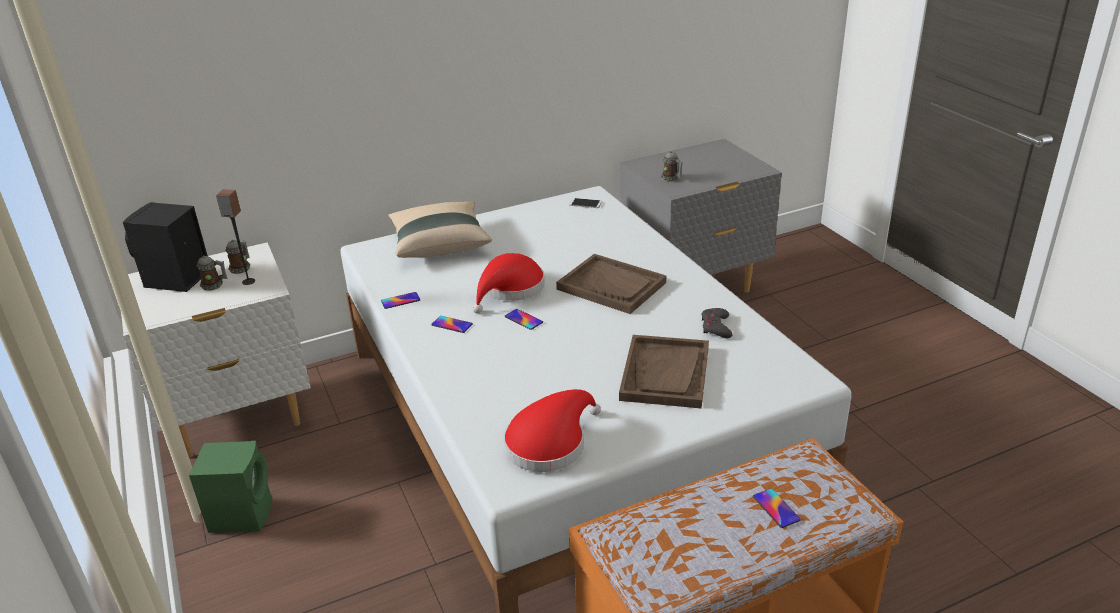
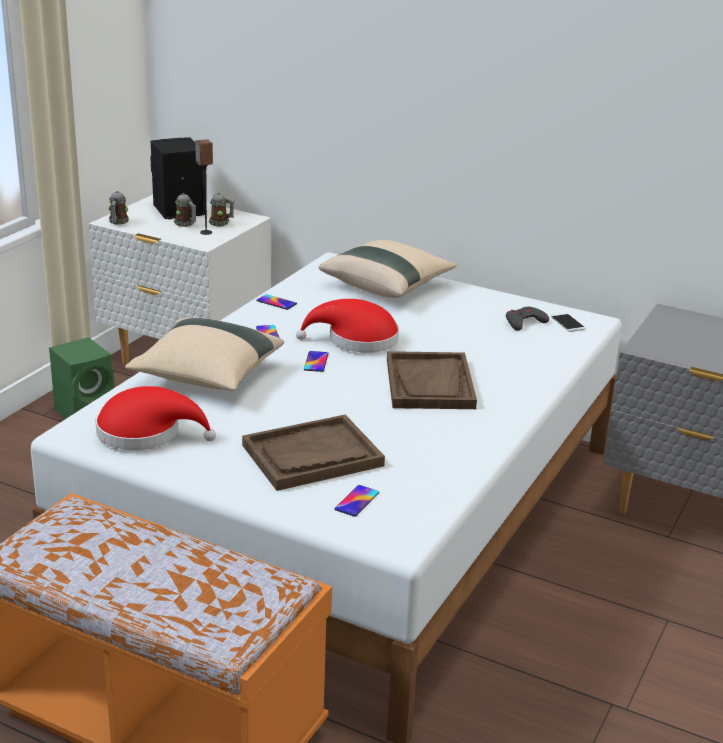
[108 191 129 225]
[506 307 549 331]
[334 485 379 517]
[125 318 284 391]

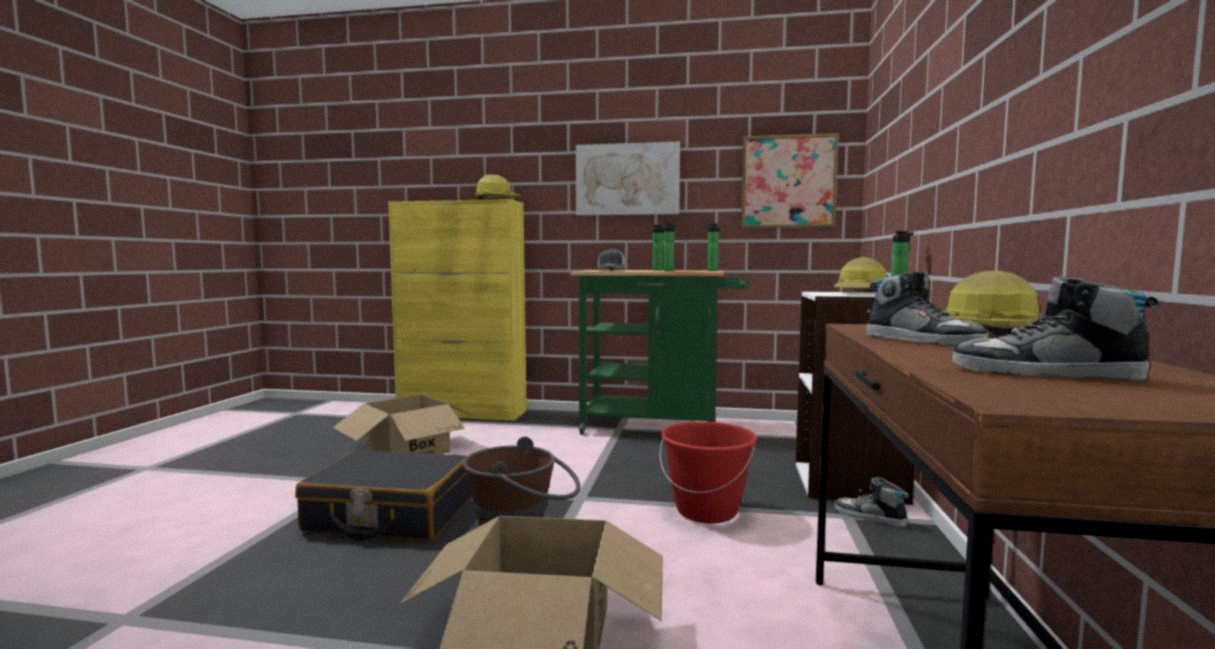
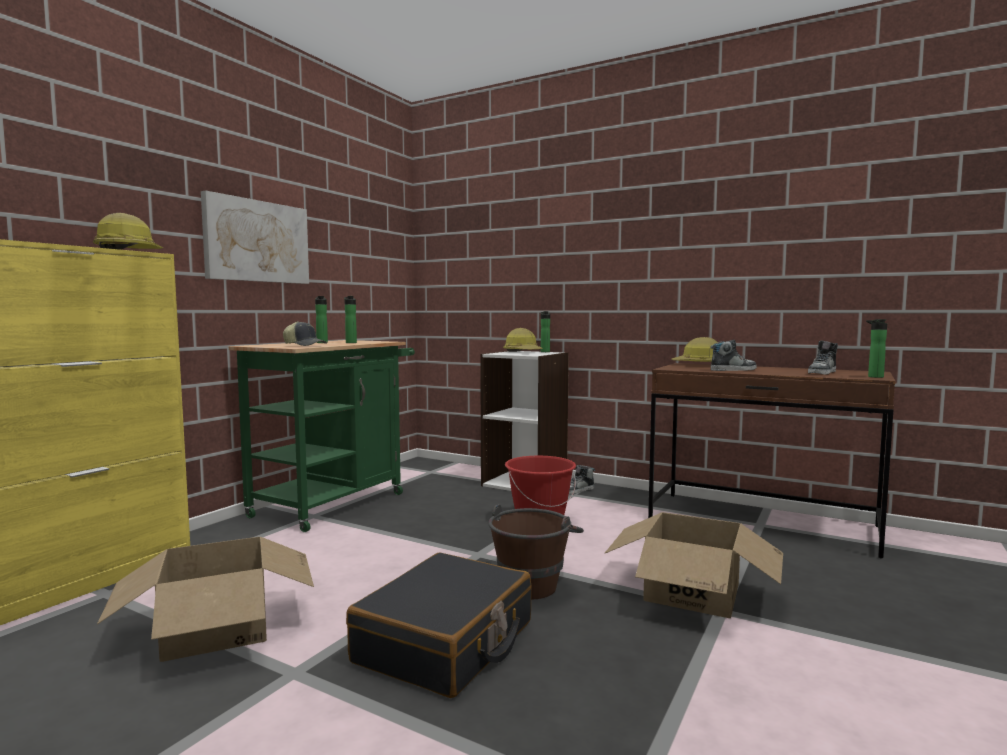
[866 319 887 378]
[741 133 839 228] (first image)

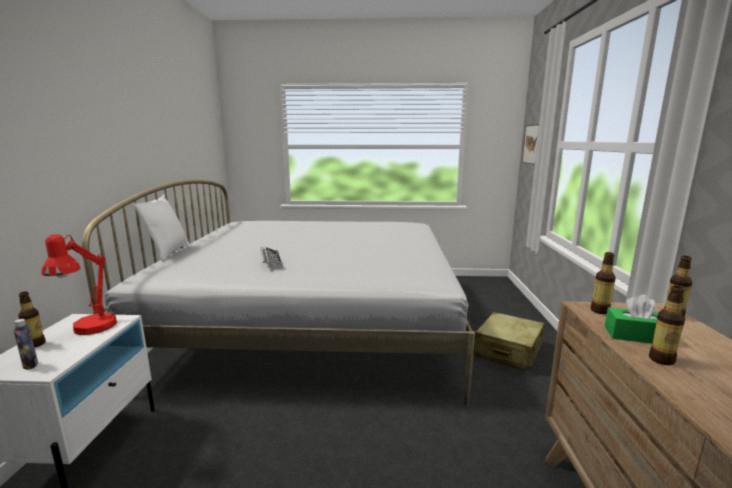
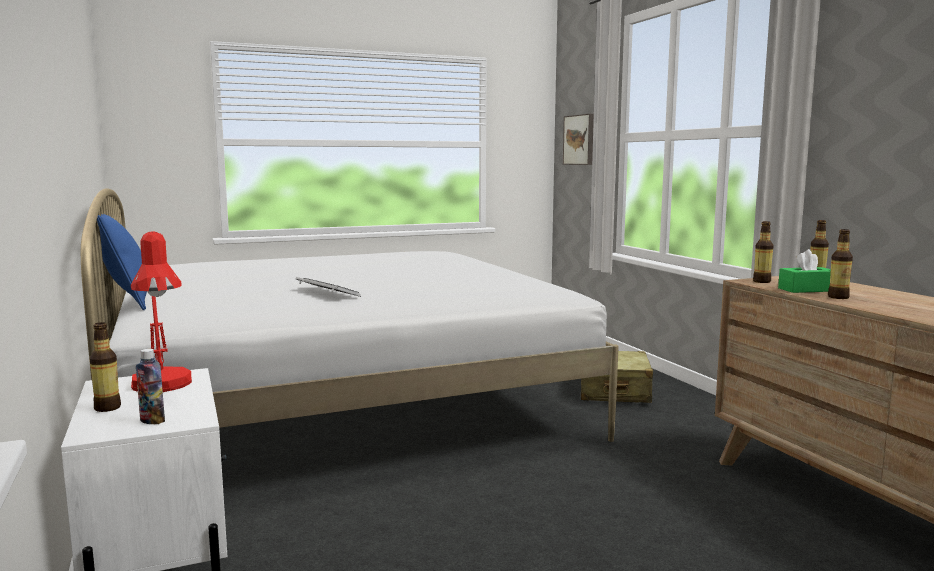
[97 213 147 310]

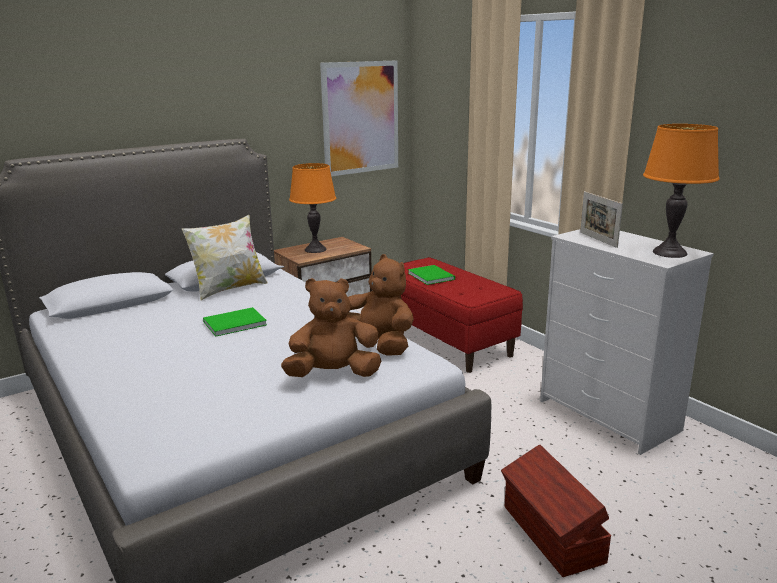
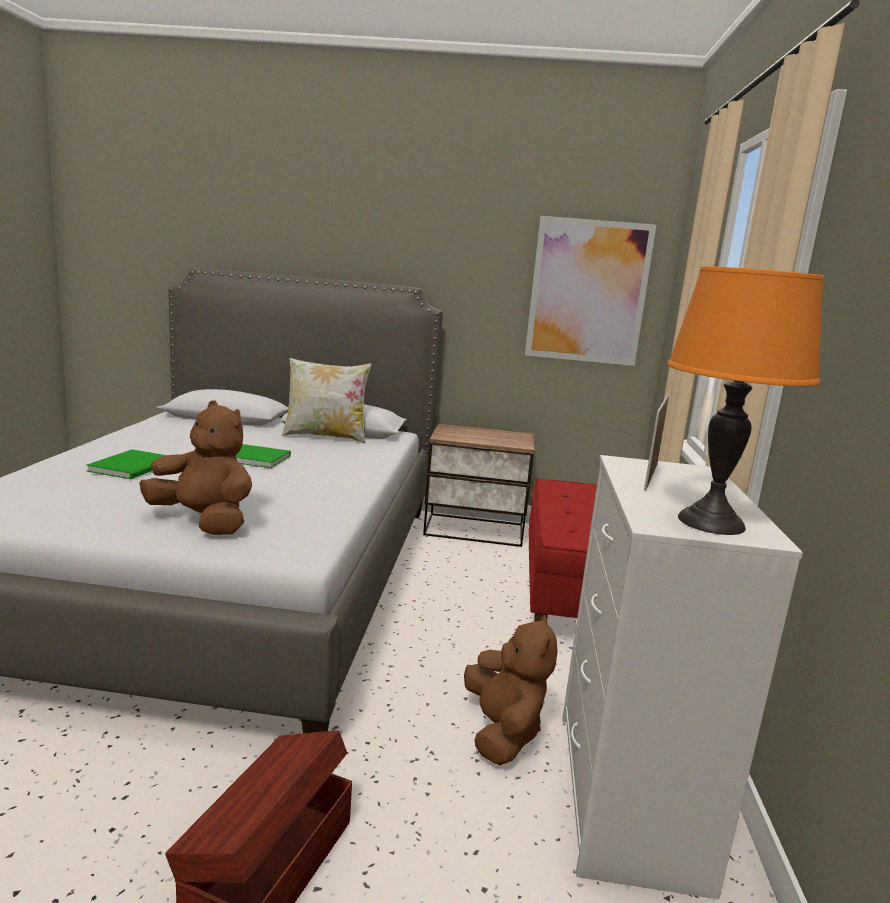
[289 163 336 253] (first image)
[464 614 558 765]
[87 449 167 479]

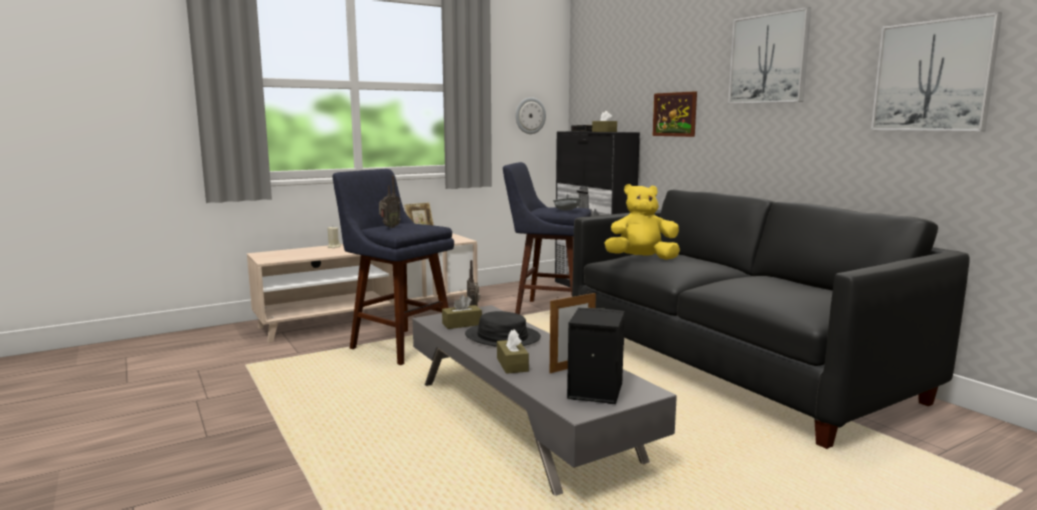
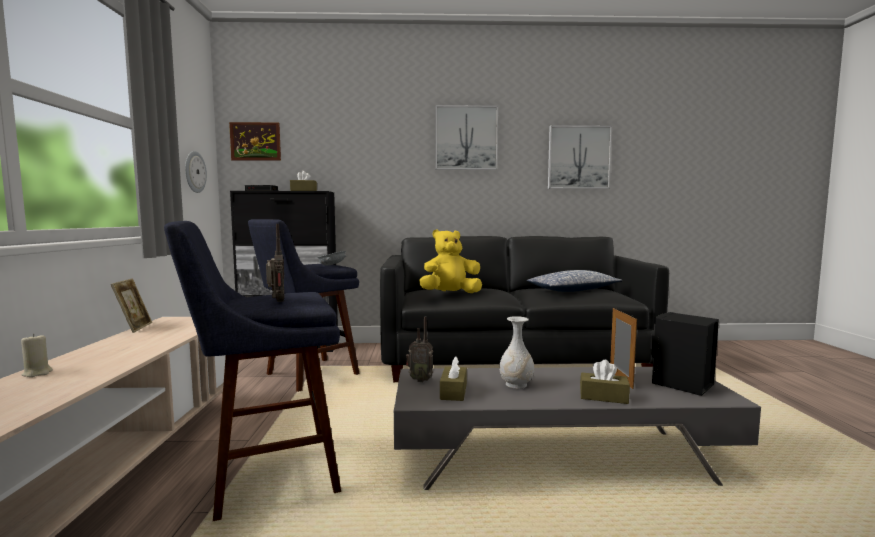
[499 316 534 389]
[419 230 482 293]
[229 122 281 161]
[527 270 622 292]

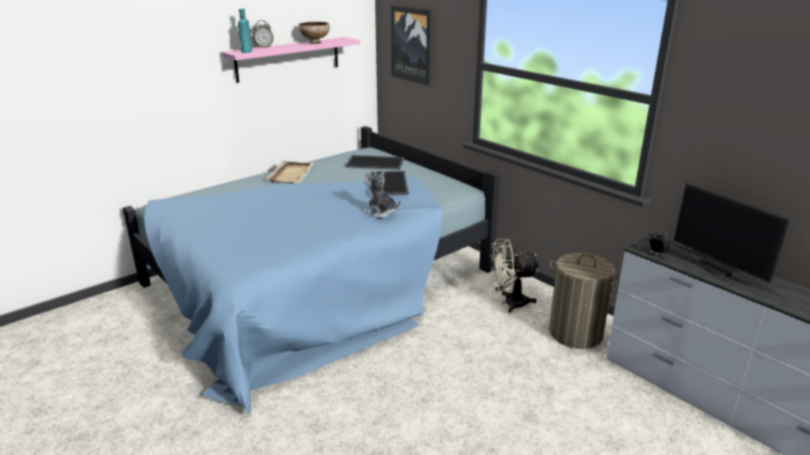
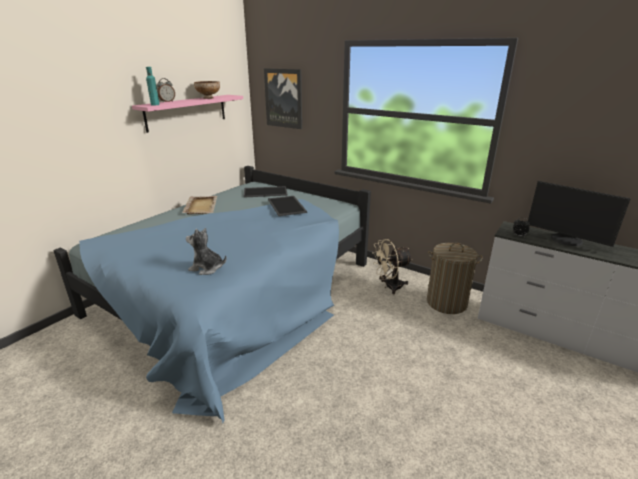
[186 228 226 275]

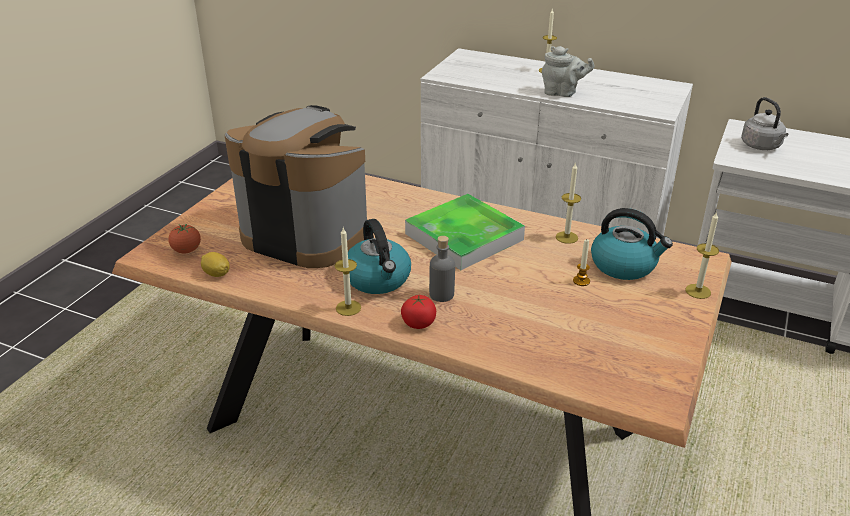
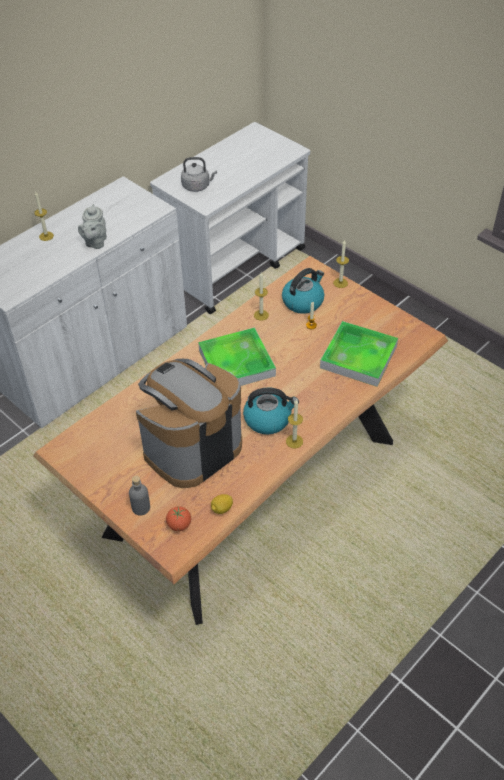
[401 295 436 329] (first image)
[129 476 150 515]
[78 204 107 249]
[320 321 398 387]

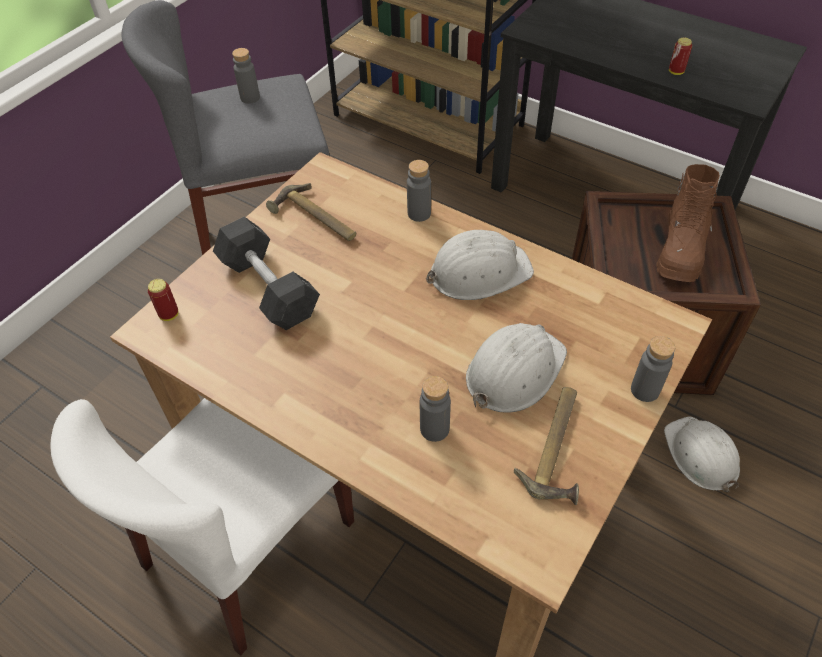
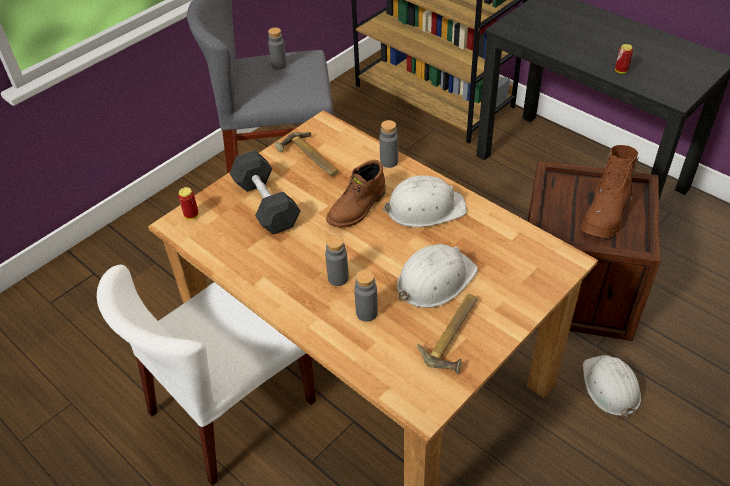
[325 235 349 286]
[326 160 386 228]

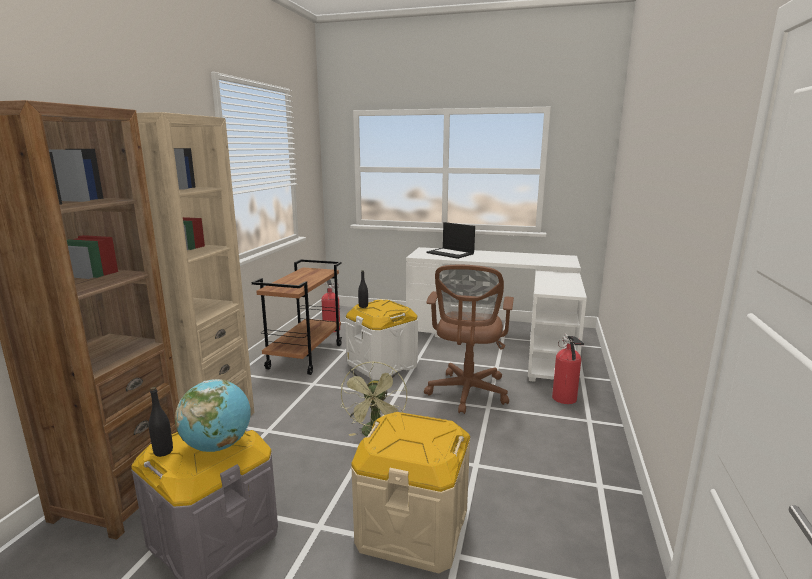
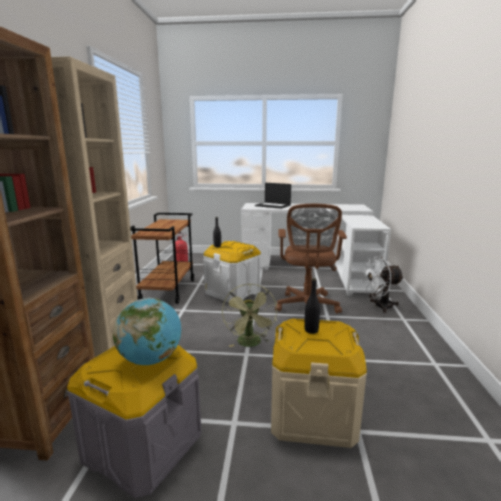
[304 278 320 334]
[361 256 404 313]

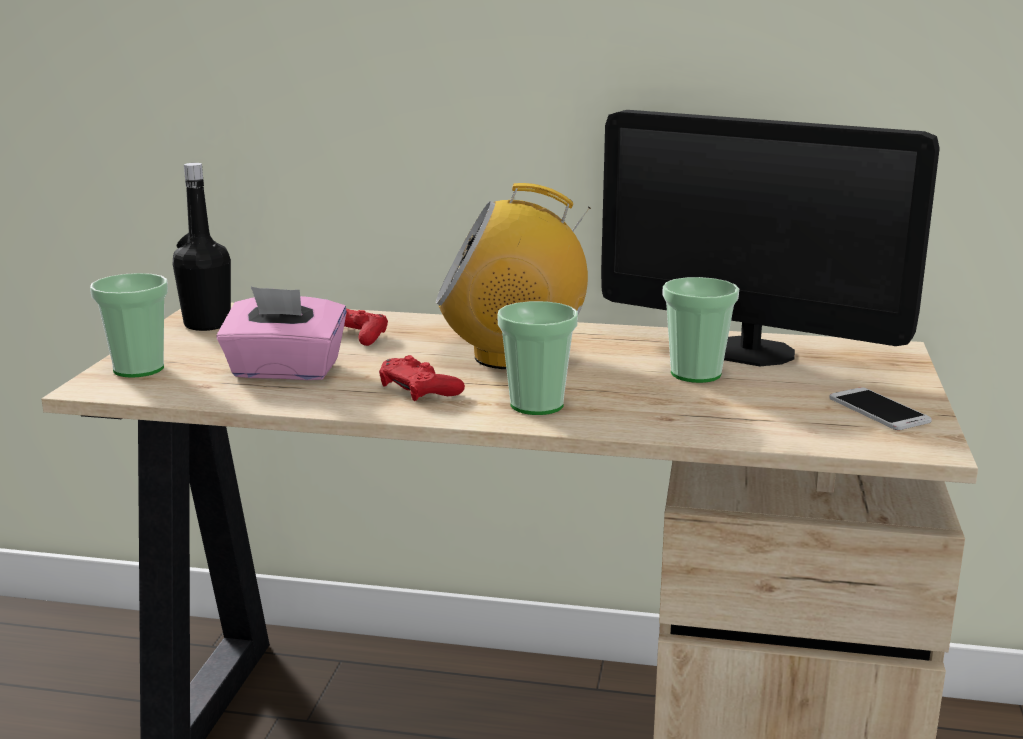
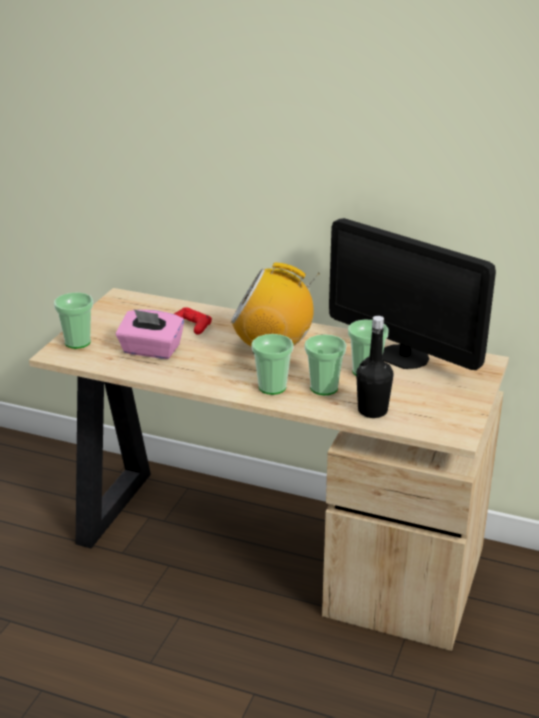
[356 316 394 418]
[379 355 465 401] (first image)
[829 387 932 430] (first image)
[305 334 346 395]

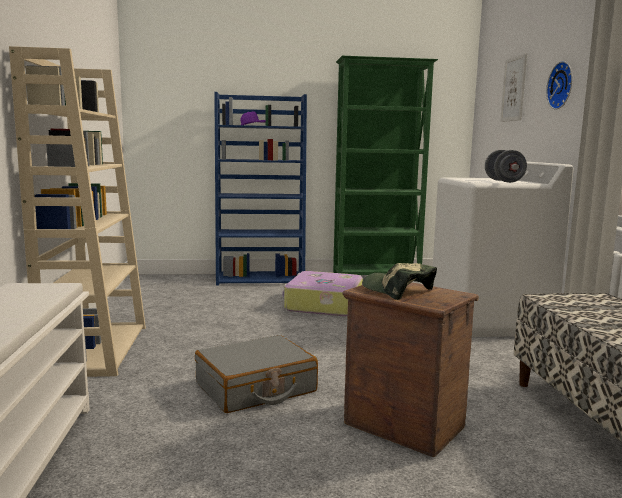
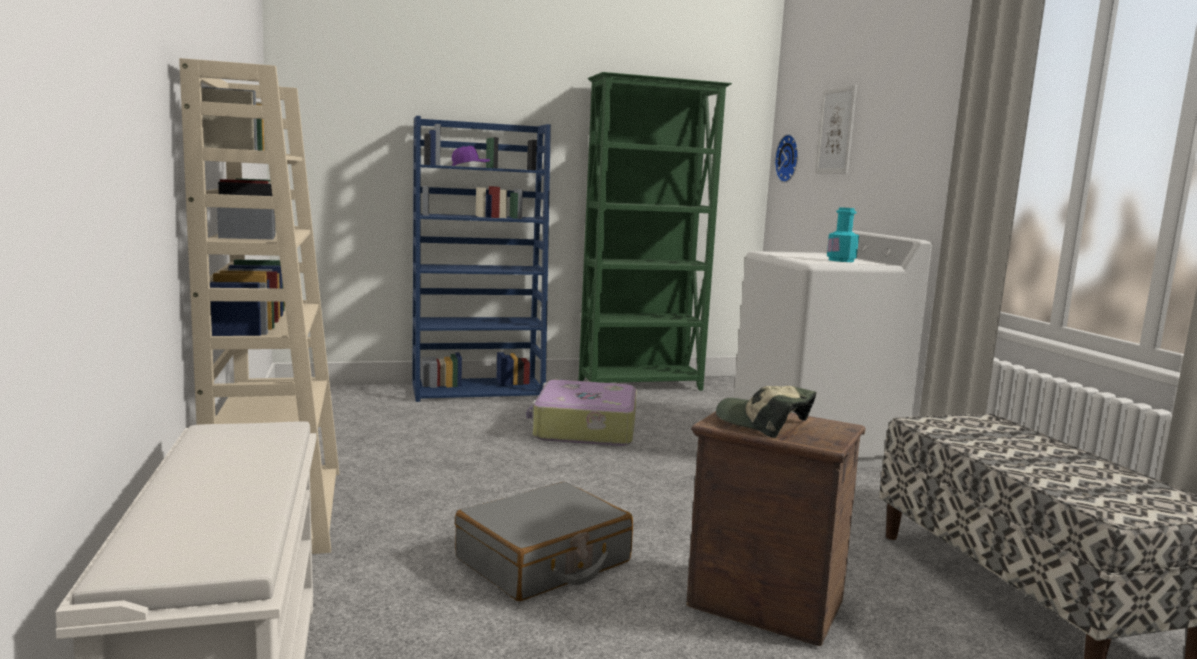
[827 207 859 262]
[774 134 799 183]

